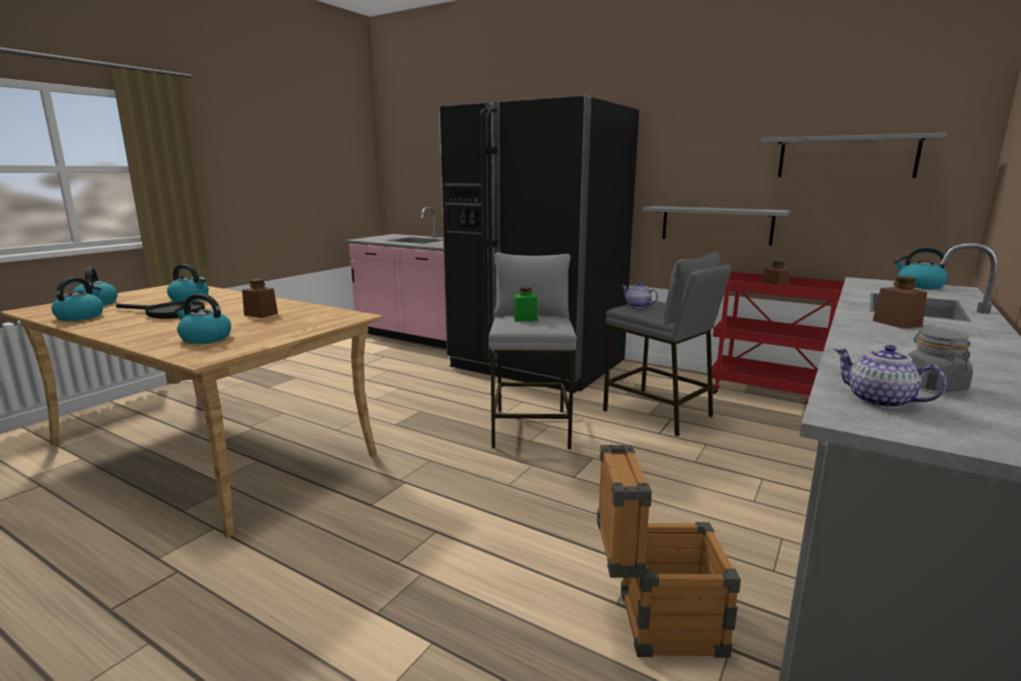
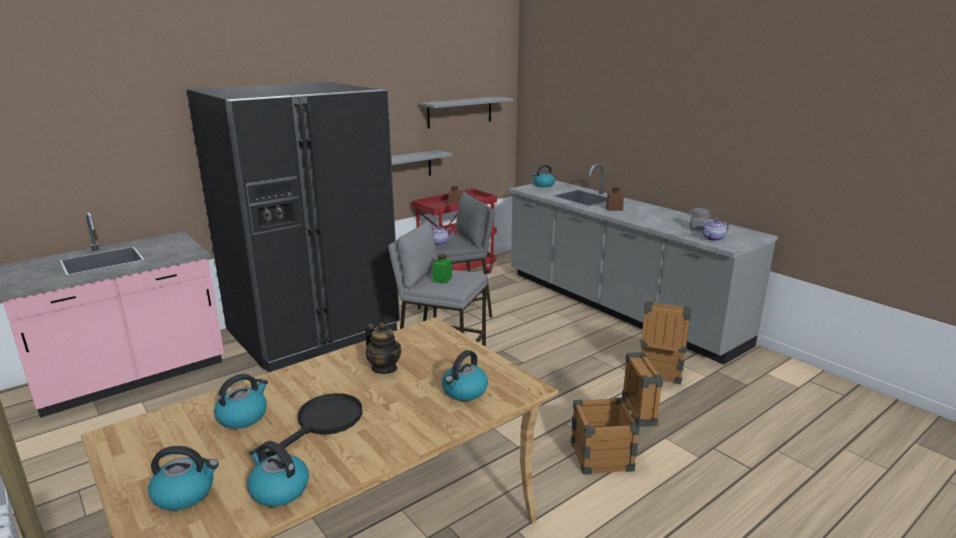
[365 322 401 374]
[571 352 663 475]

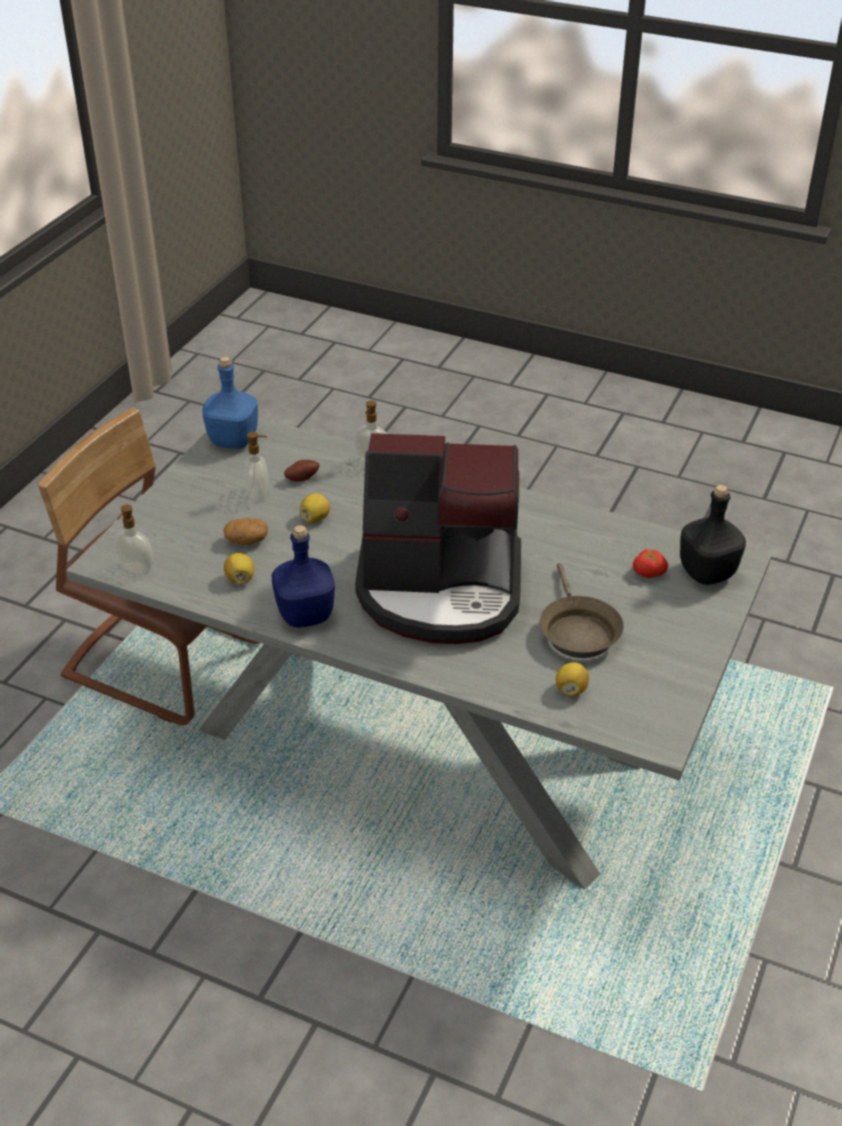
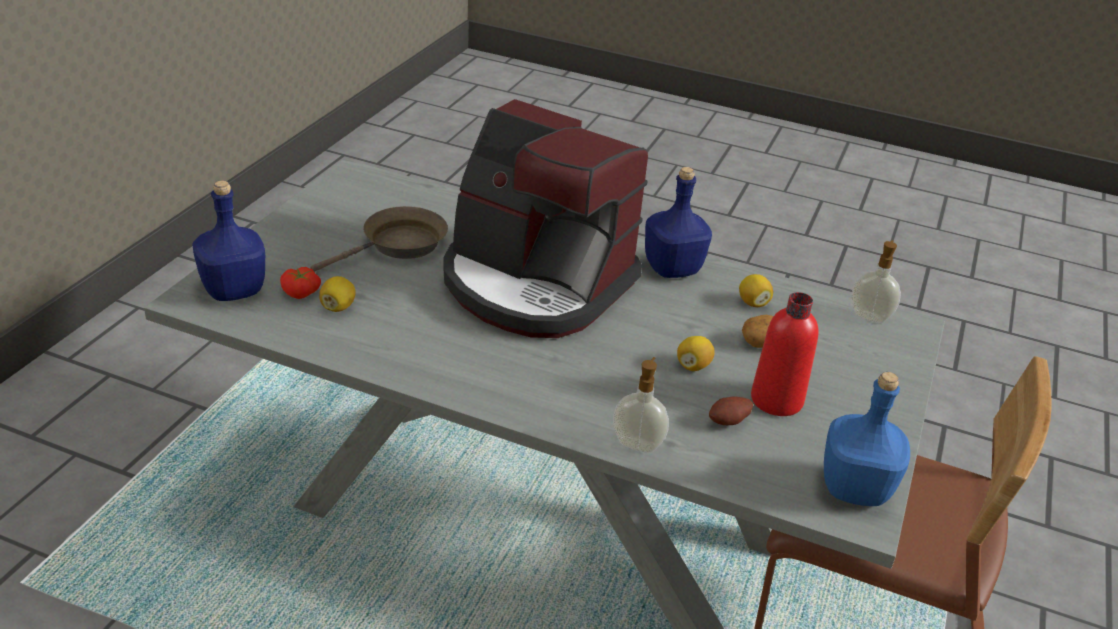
[751 292 818 416]
[443 99 648 338]
[310 206 448 272]
[319 276 356 312]
[192 180 265 301]

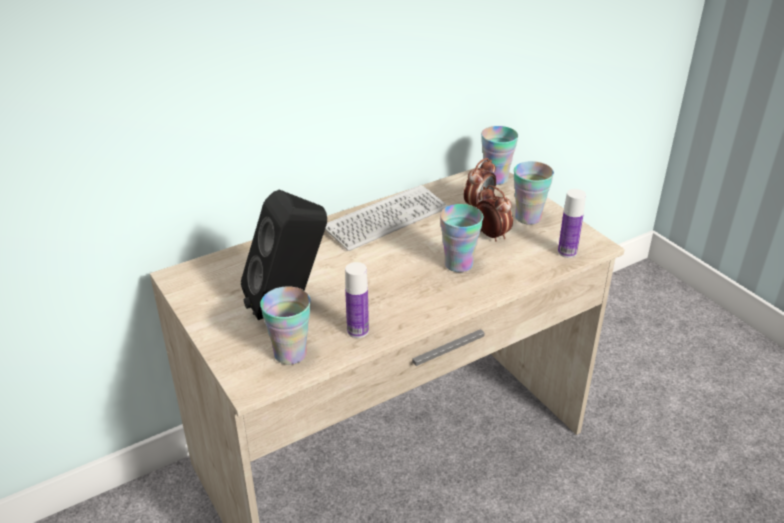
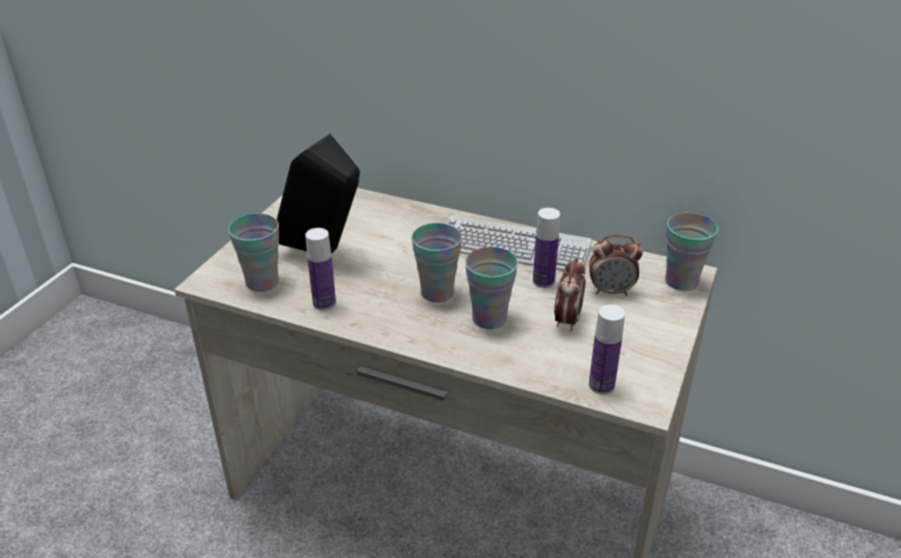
[411 223 462 303]
[533 208 560 288]

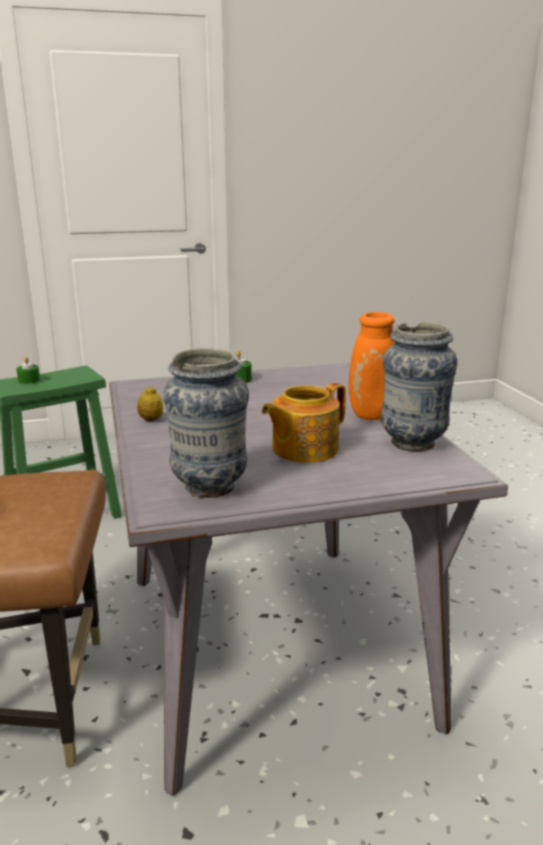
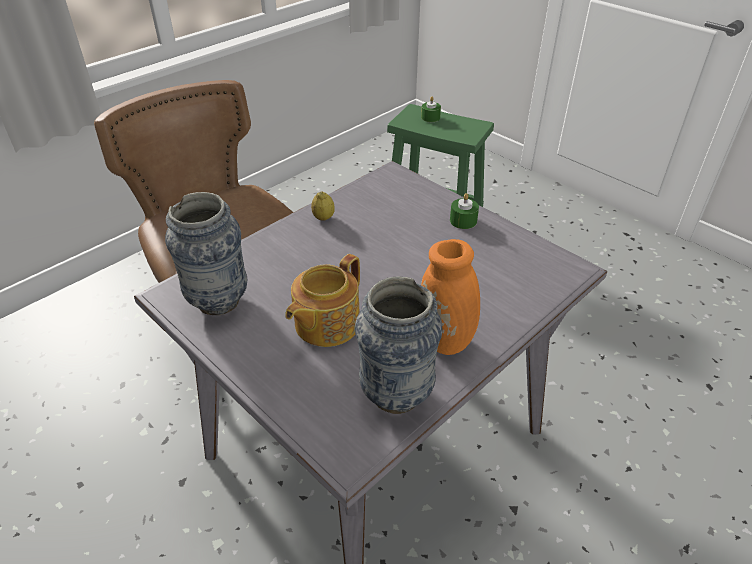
[285 254 360 347]

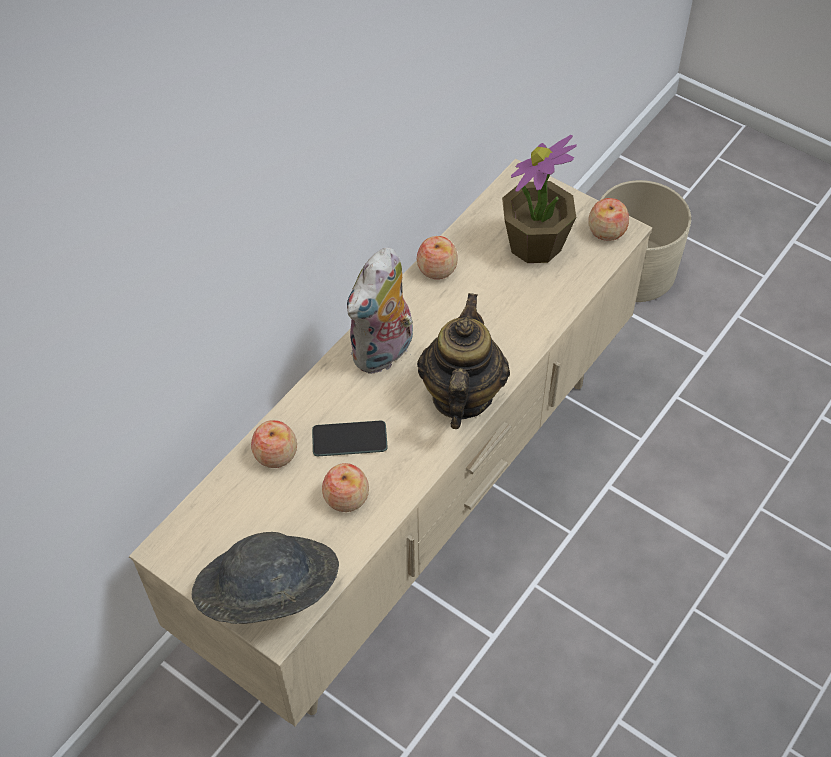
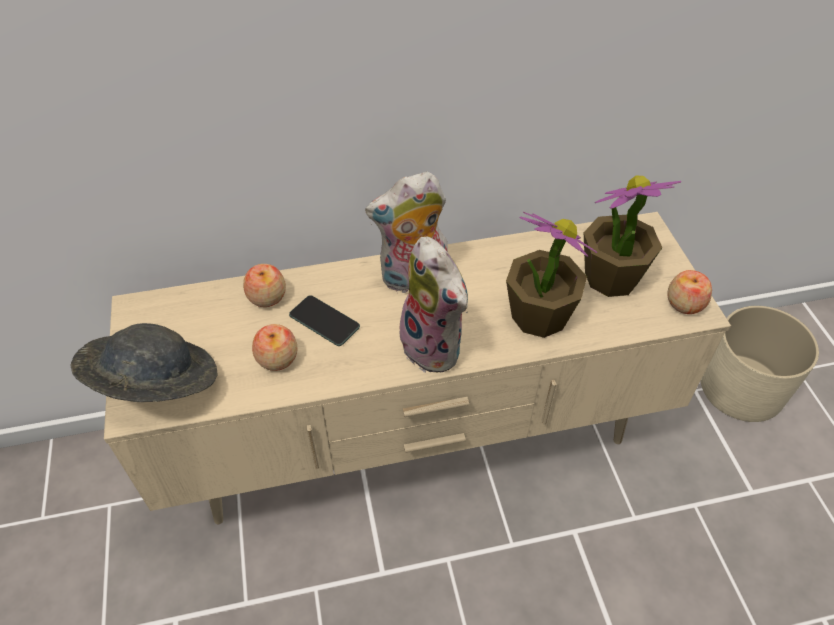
[417 236 458 279] (first image)
[400 236 468 373]
[506 212 597 338]

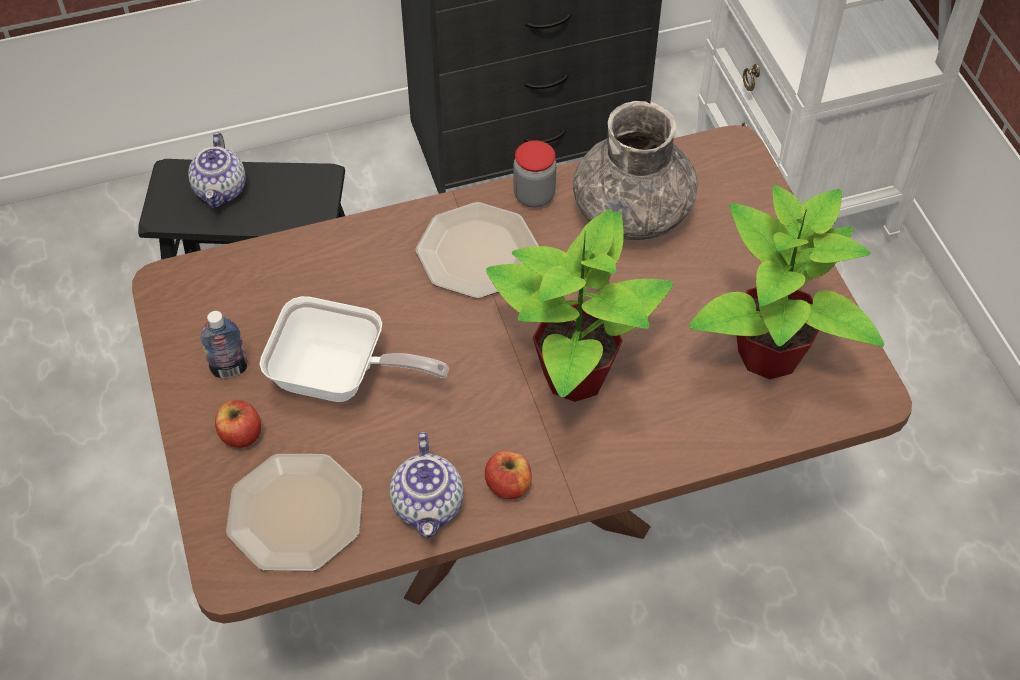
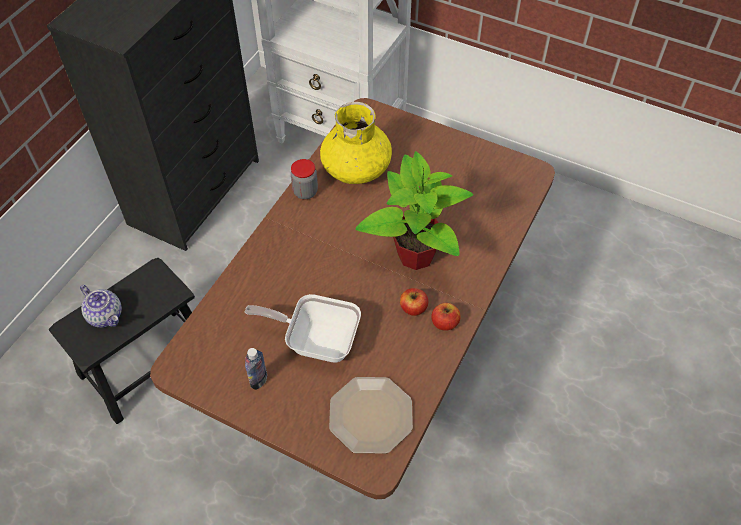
[400 288 428 316]
[244 294 361 362]
[390 432 464 539] (first image)
[416 202 539 298] (first image)
[320 102 392 184]
[689 185 884 380] (first image)

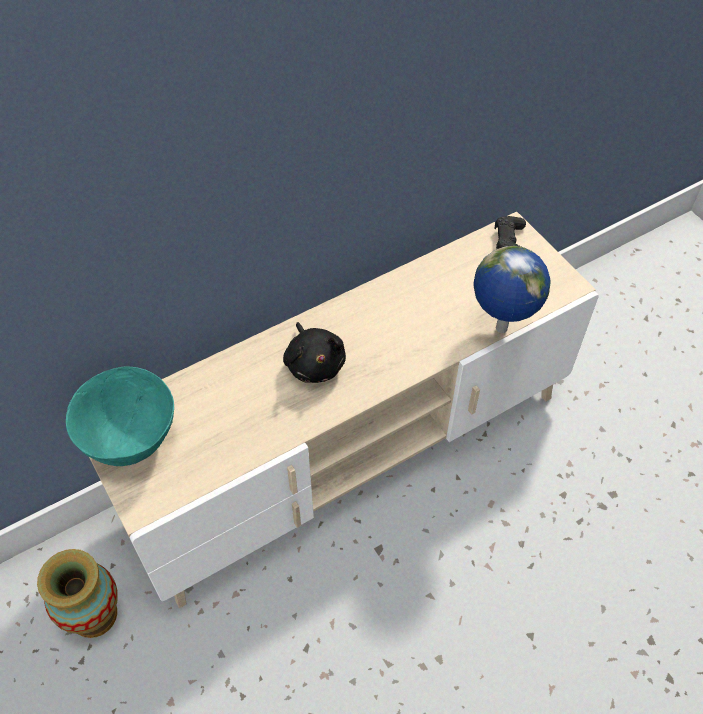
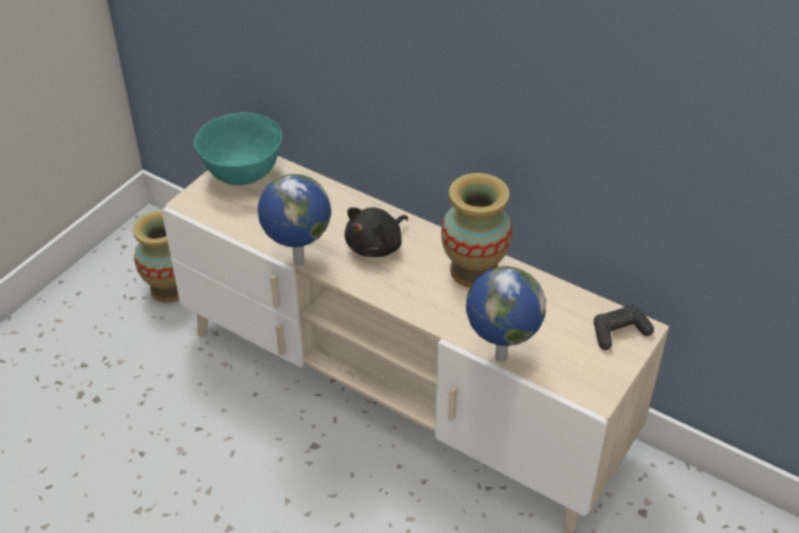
[258 174 331 266]
[441 173 512 288]

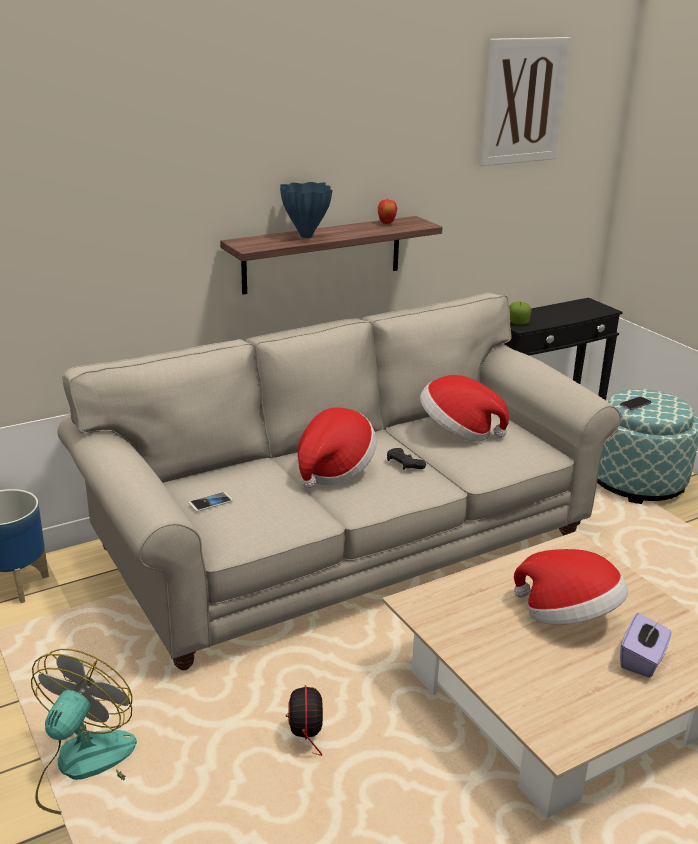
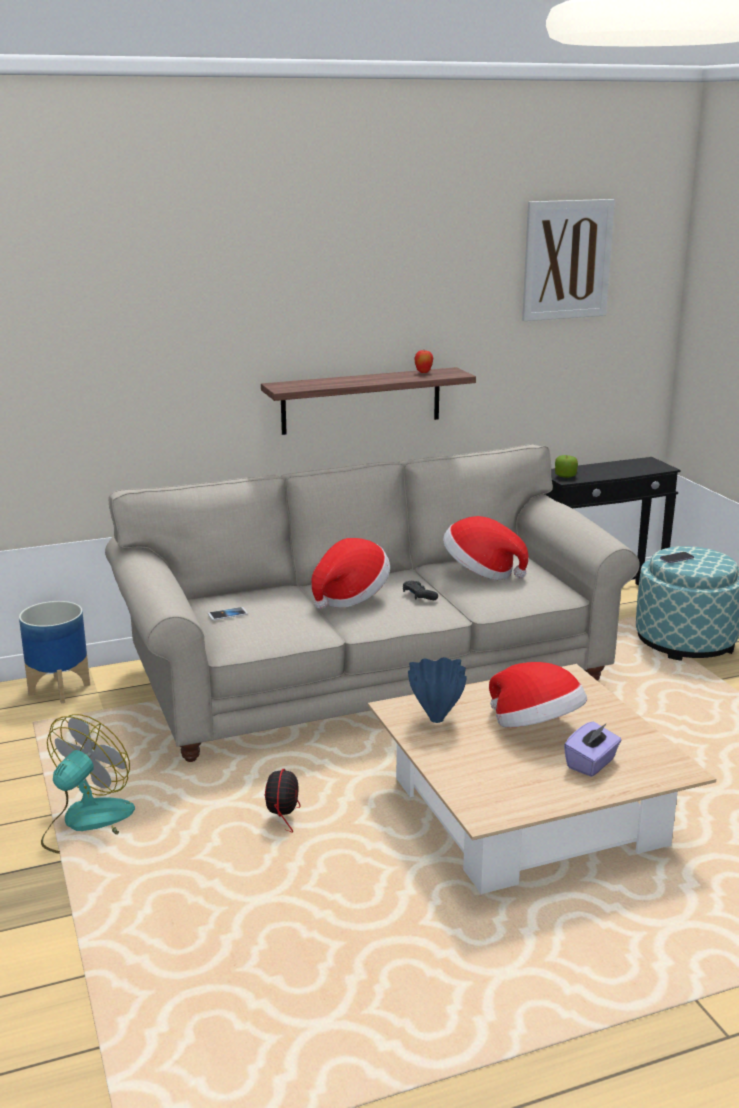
[408 657 467 723]

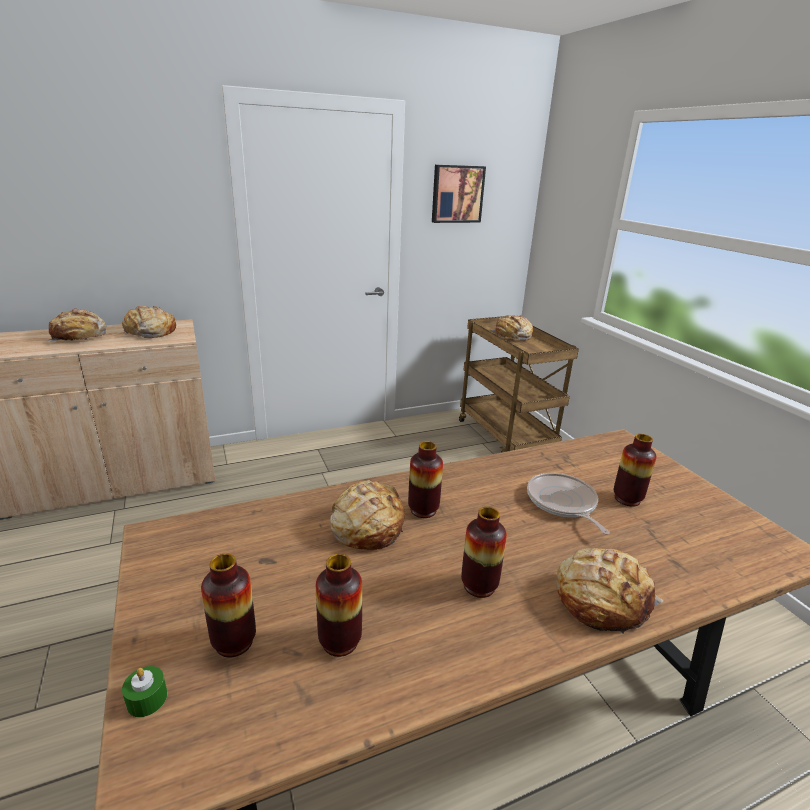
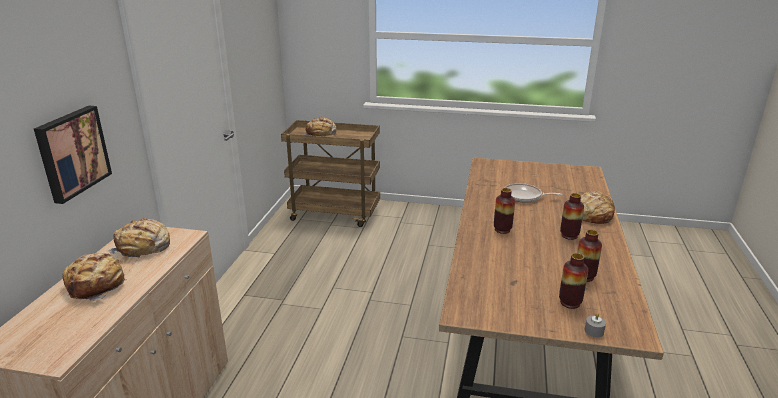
[584 313 606 337]
[330 480 405 550] (first image)
[34 106 112 204]
[613 434 657 507] (first image)

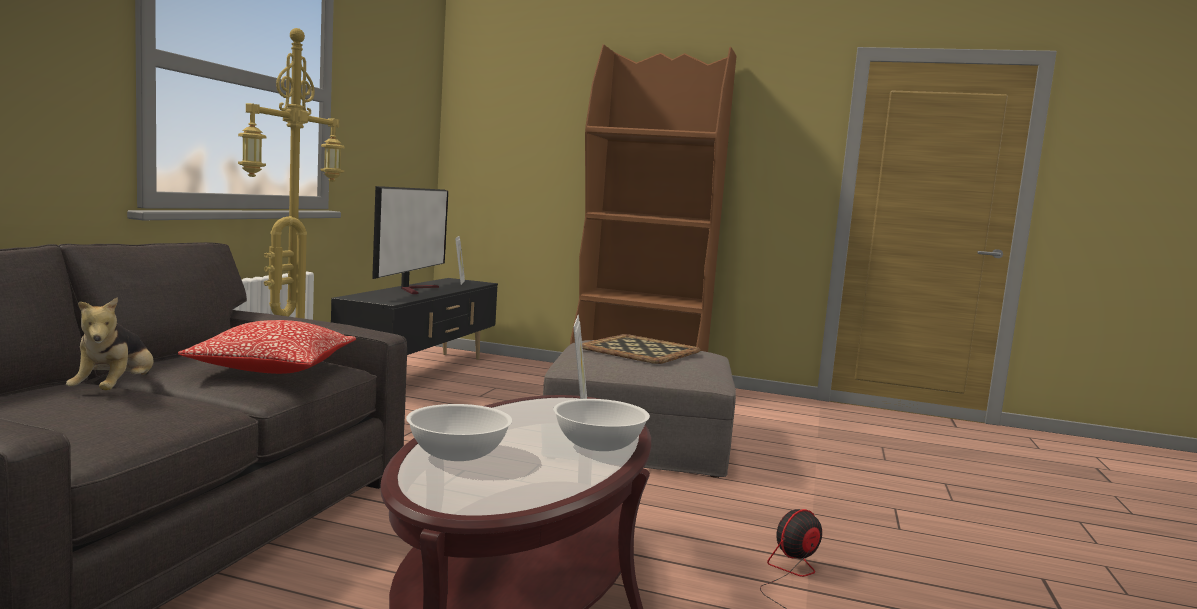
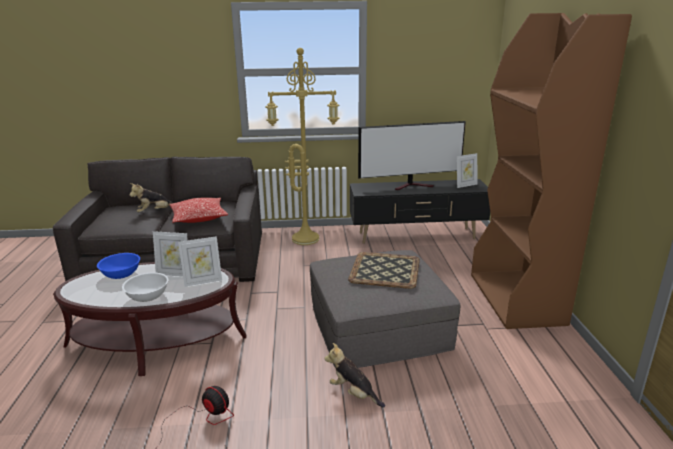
[97 253 140 279]
[153 231 187 277]
[324 343 385 408]

